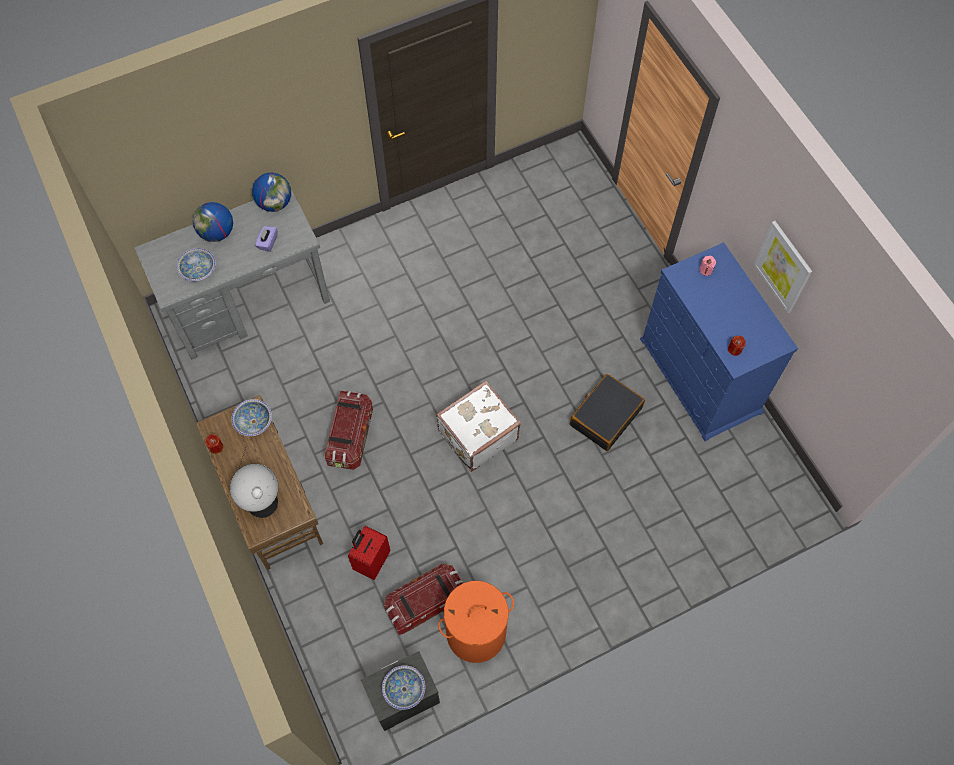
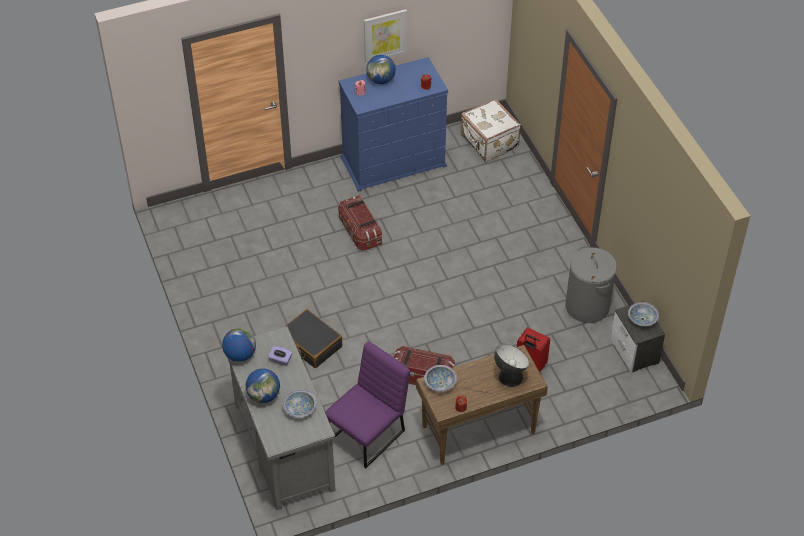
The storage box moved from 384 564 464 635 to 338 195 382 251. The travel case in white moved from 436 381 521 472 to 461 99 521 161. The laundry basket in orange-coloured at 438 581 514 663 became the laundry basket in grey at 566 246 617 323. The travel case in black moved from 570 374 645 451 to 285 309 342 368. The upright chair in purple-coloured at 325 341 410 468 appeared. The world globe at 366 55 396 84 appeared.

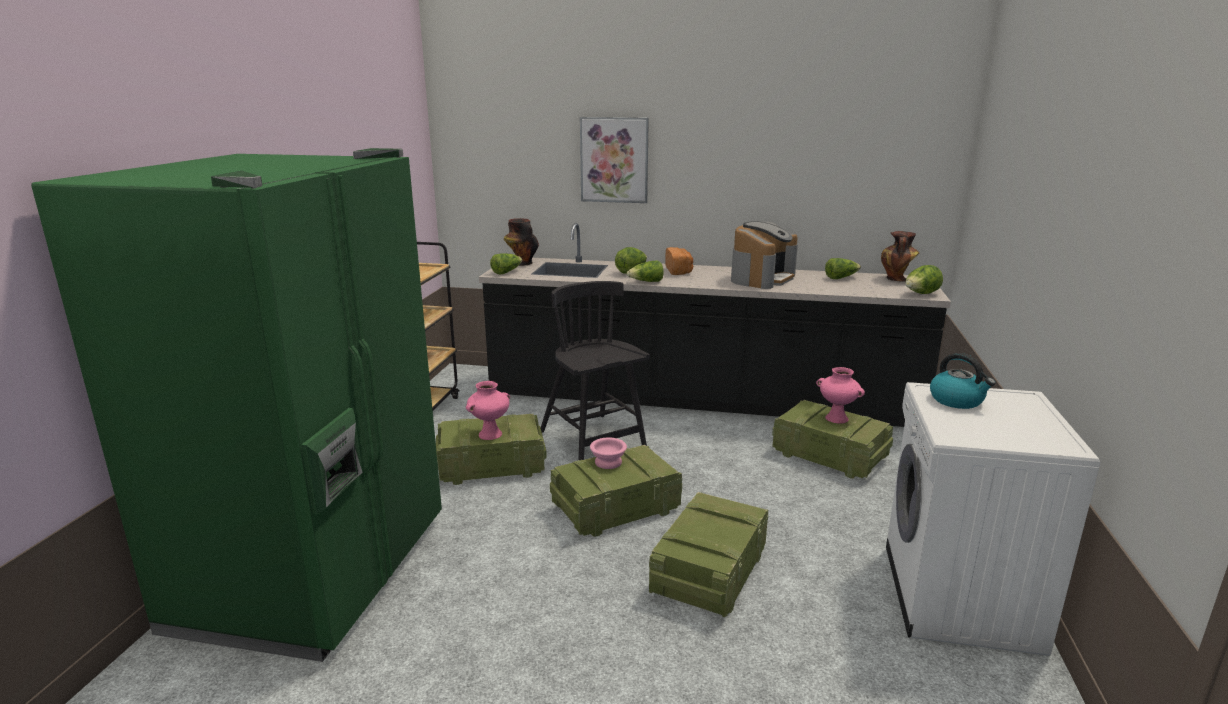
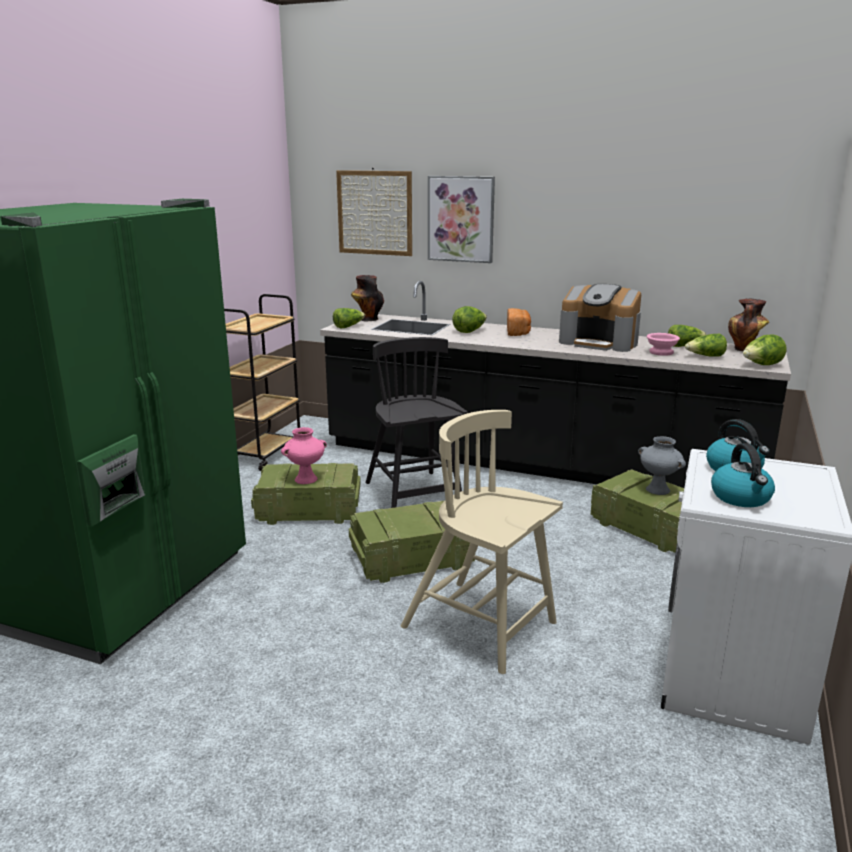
The serving bowl in pink moved from 590 437 627 469 to 647 333 680 356. The lettuce moved from 627 261 664 282 to 685 334 727 357. The crate at 649 492 768 617 was replaced by the upright chair in beige at 401 410 563 674. The coffee maker at 731 221 798 289 turned 75 degrees clockwise. The decorative vase in pink at 816 367 865 424 became the decorative vase in grey at 638 436 686 495. The wall picture at 336 168 412 256 appeared. The water kettle at 711 443 775 507 appeared.

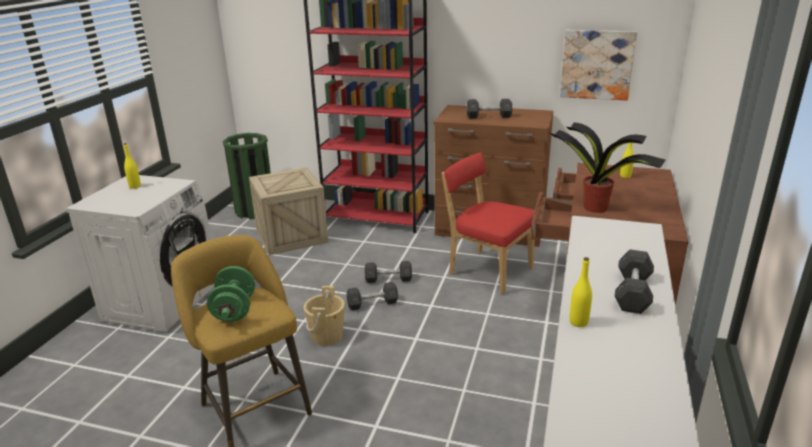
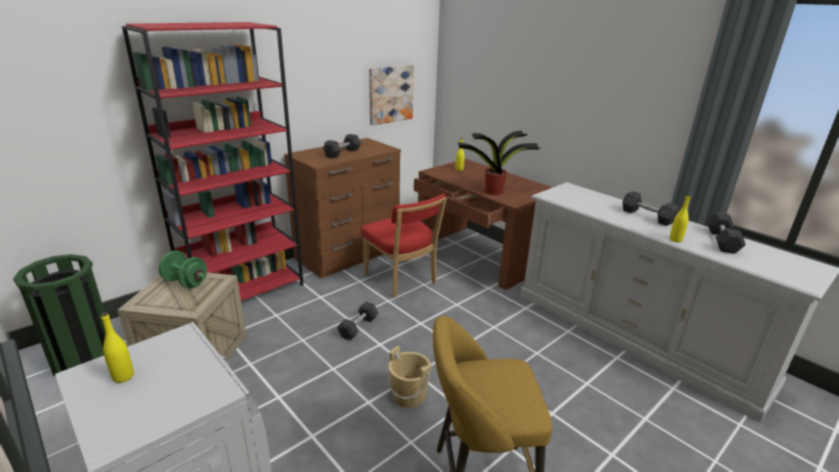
The dumbbell in green moved from 207 266 255 322 to 159 251 207 288. The dumbbell in grey moved from 346 282 398 310 to 706 212 746 254. The upright chair in reddish at 441 152 535 294 turned 105 degrees counterclockwise.

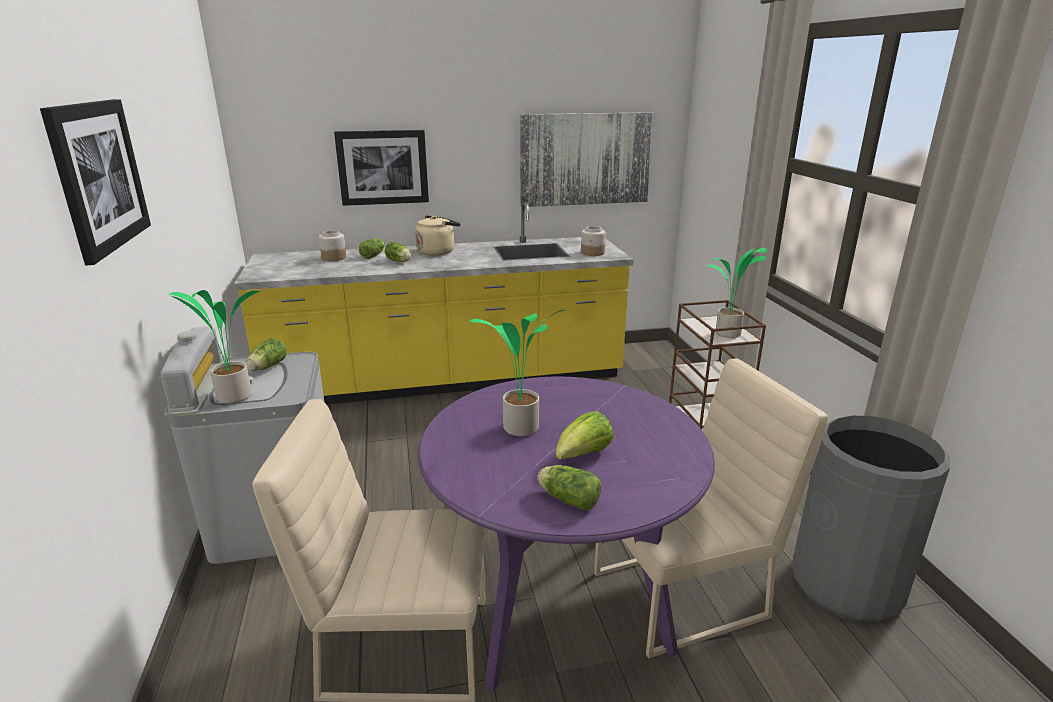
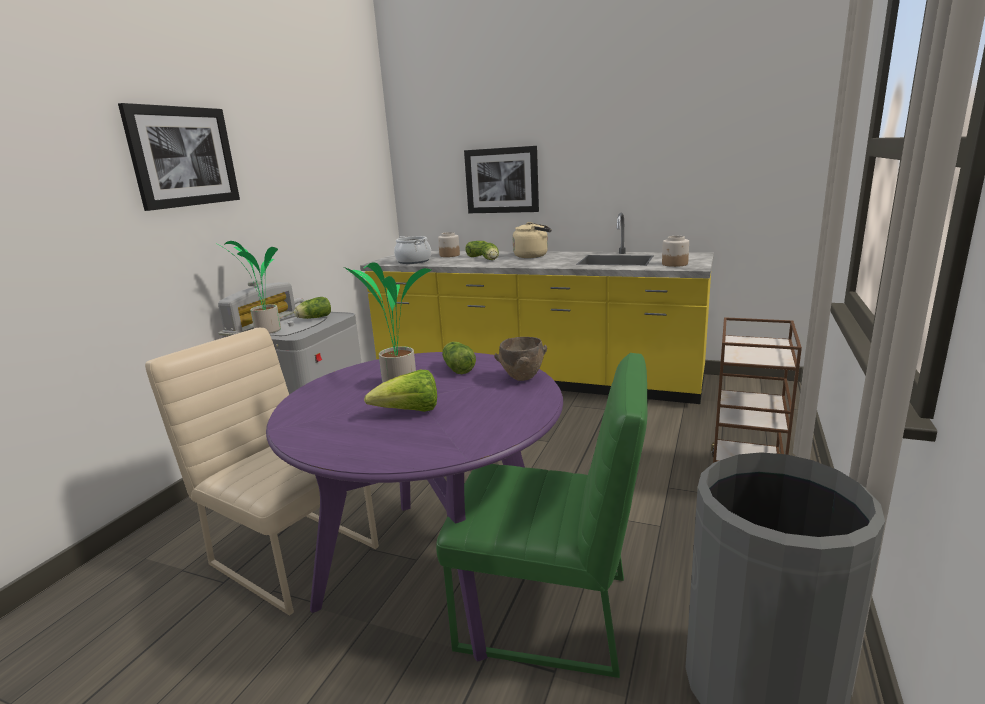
The wall picture at 520 112 654 207 disappeared. The lettuce moved from 537 465 601 510 to 442 342 476 374. The upright chair in beige at 594 359 828 658 became the upright chair in green at 436 353 648 678. The plant in a pot at 705 247 767 338 disappeared. The stockpot at 394 236 431 264 appeared. The serving bowl in brown at 494 337 547 381 appeared.

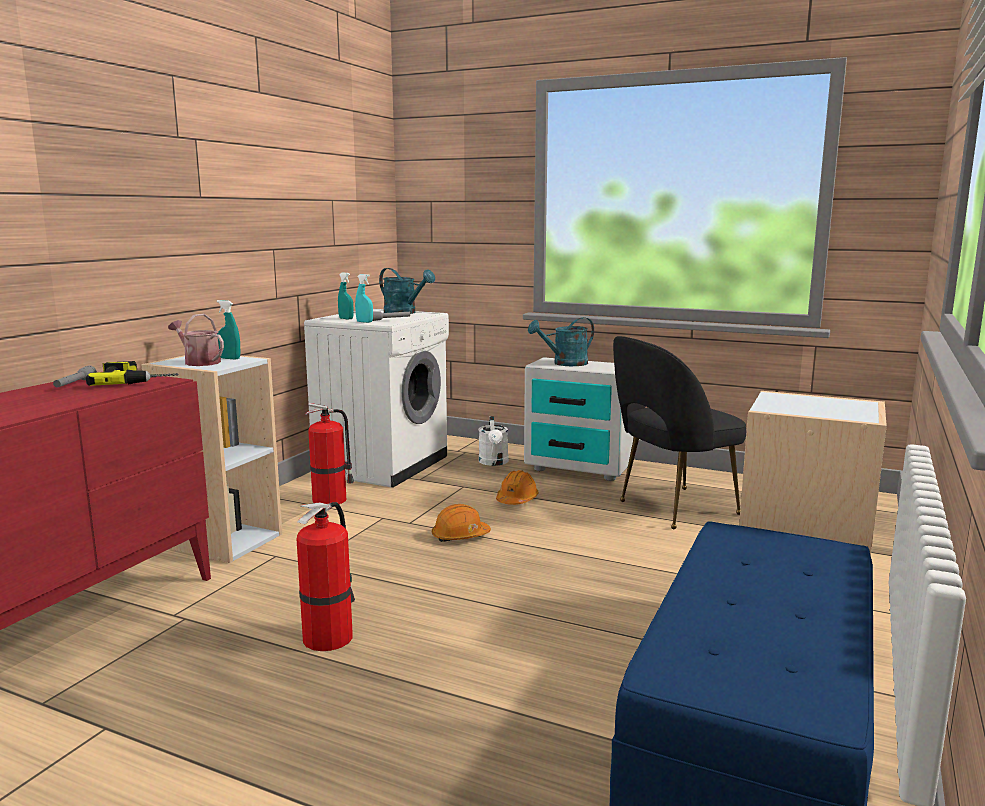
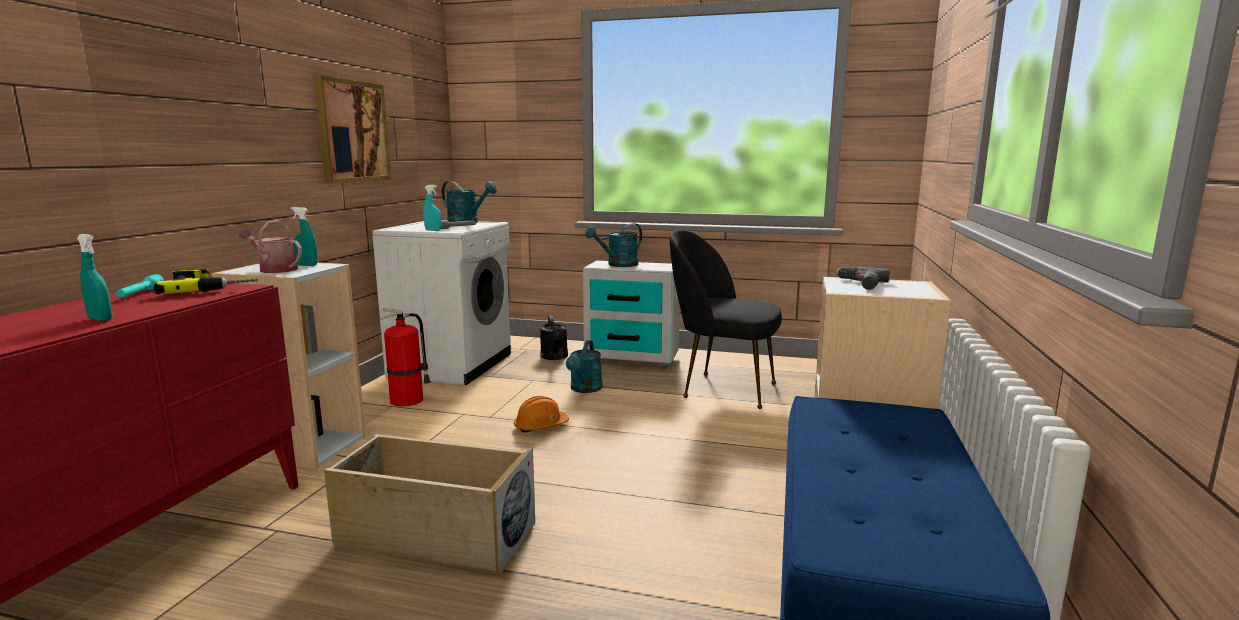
The hand torch in grey at 53 365 97 388 became the hand torch in blue-green at 116 274 164 297. The fire-fighting cylinder at 296 502 355 651 was replaced by the storage box in beige at 324 434 535 576. The hand sprayer in blue-green moved from 338 273 353 320 to 77 234 112 321. The watering can in white at 479 416 509 466 became the watering can in black at 540 316 568 360. The safety helmet in orange-coloured at 496 470 539 505 was replaced by the watering can in blue-green at 566 340 602 393. The upright chair in black at 613 336 746 529 turned 60 degrees clockwise. The wall picture at 314 75 391 183 appeared. The power drill at 836 267 890 290 appeared.

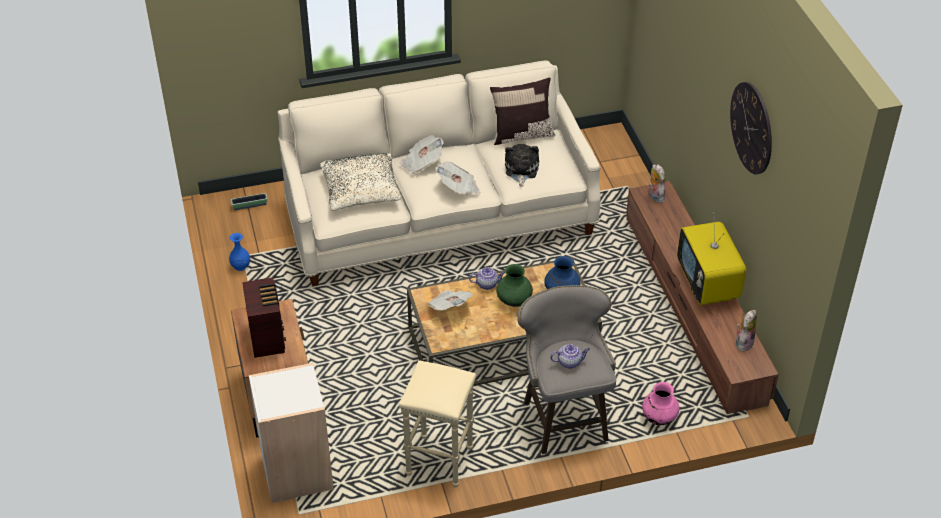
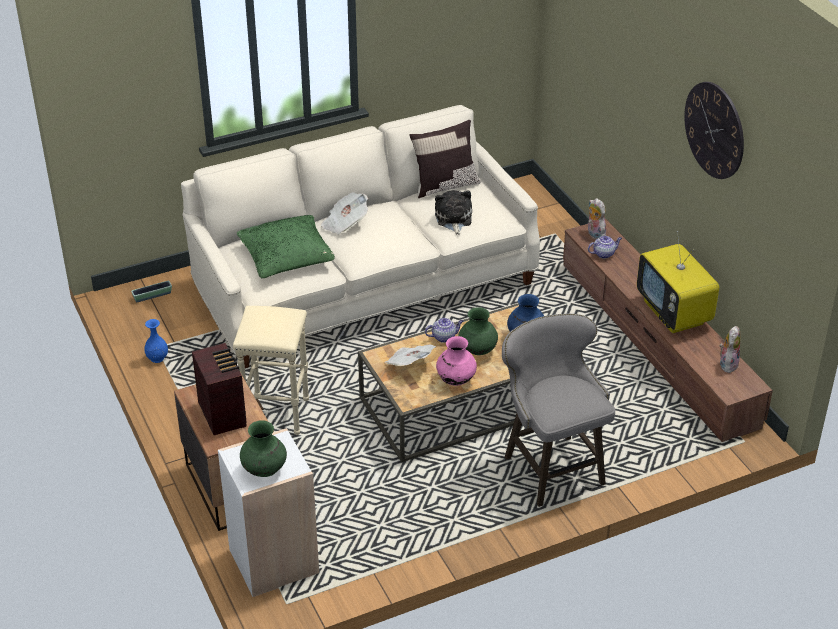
The throw pillow in beige at 320 153 402 211 became the throw pillow in green at 237 215 335 278. The stool in beige moved from 399 360 476 488 to 233 306 309 435. The printed paper at 435 162 481 195 disappeared. The teapot moved from 550 344 590 369 to 588 236 622 259. The decorative vase in pink moved from 642 382 679 425 to 436 336 477 386. The decorative vase in green at 240 420 287 477 appeared.

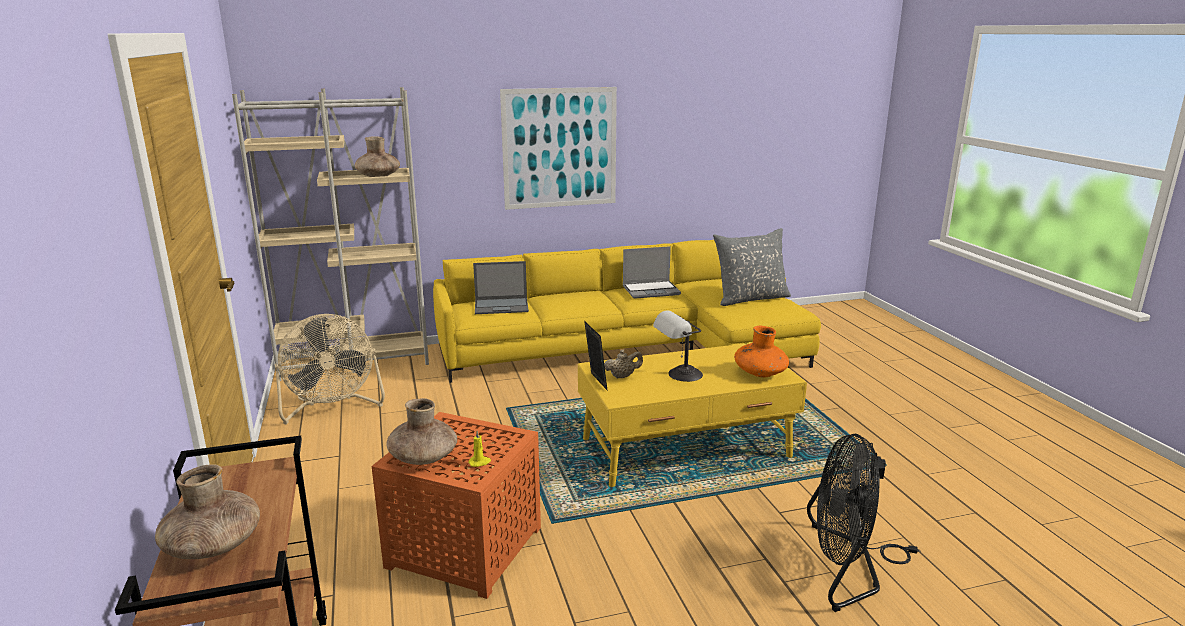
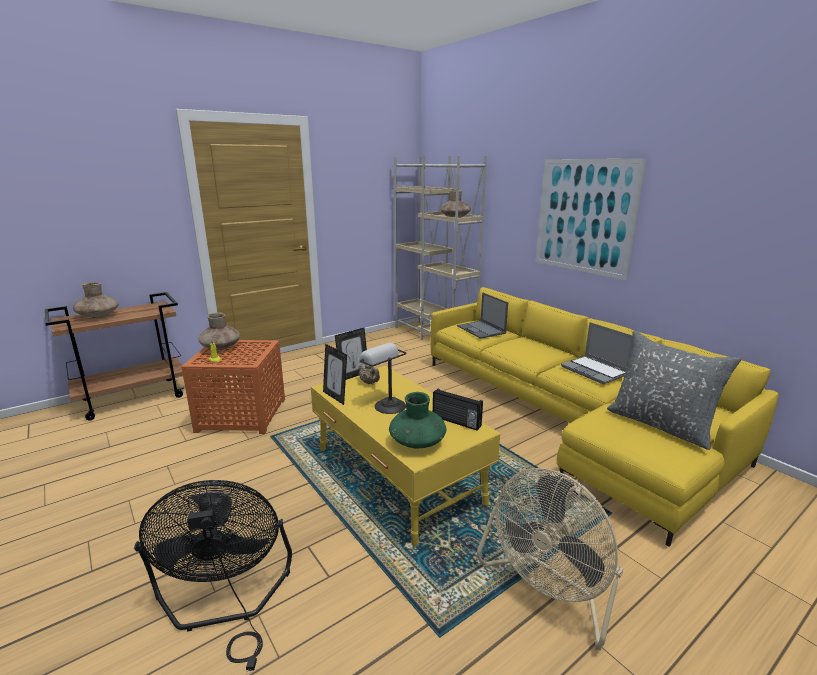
The fan in beige moved from 275 314 385 424 to 477 468 623 651. The decorative vase in orange-coloured at 734 326 789 377 became the decorative vase in green at 389 392 446 449. The picture frame at 323 344 347 405 appeared. The radio receiver at 433 388 483 431 appeared.

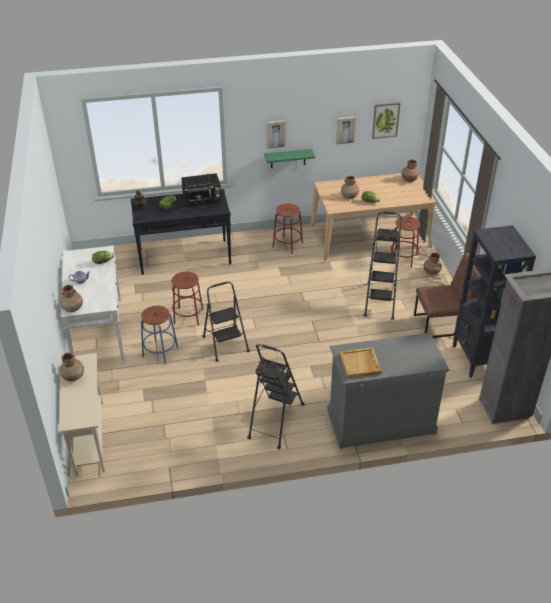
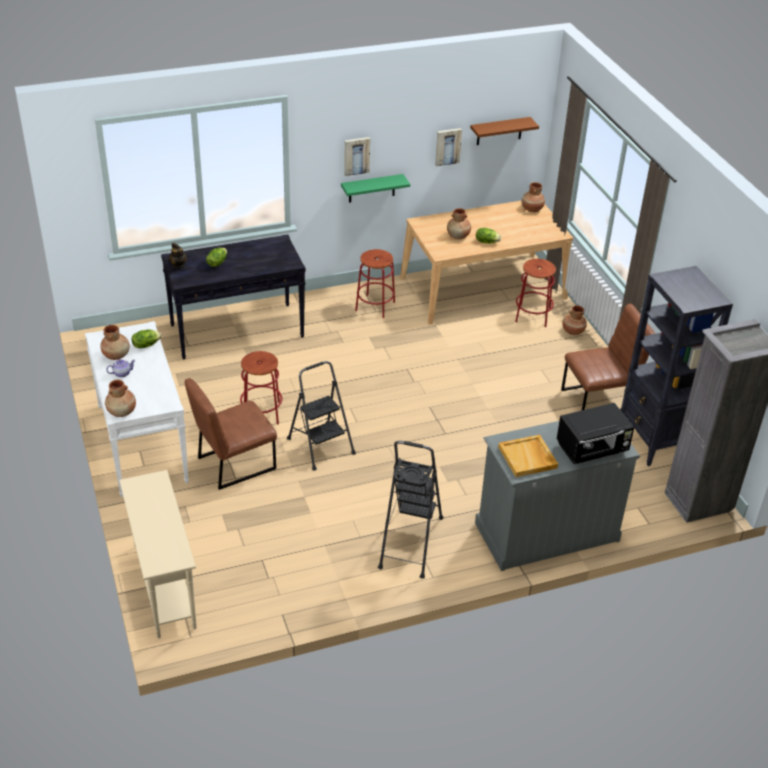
The decorative vase in brown moved from 60 353 84 381 to 101 325 130 360. The stool in blue-coloured at 141 306 178 364 was replaced by the upright chair in brown at 185 378 277 490. The kitchen microwave in black moved from 181 173 221 206 to 557 403 634 464. The stepladder at 364 211 402 320 disappeared. The wall picture at 372 102 400 139 was replaced by the shelf in brown at 470 117 539 145.

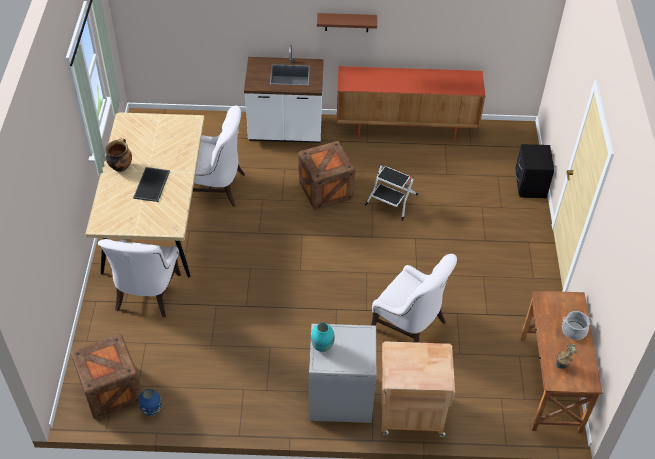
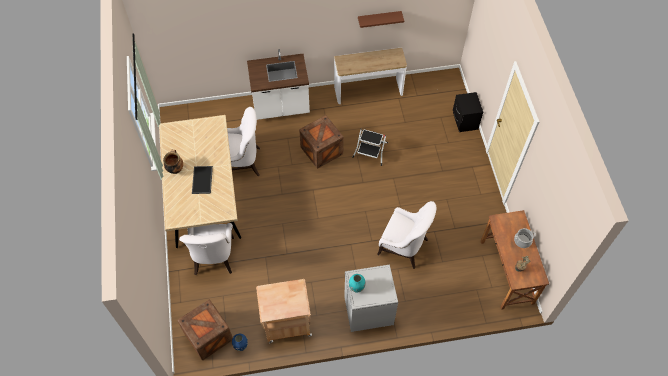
The shelf in brown moved from 317 13 377 32 to 358 11 404 28. The storage cabinet at 336 66 485 141 was replaced by the console table at 334 47 407 104. The wheeled cart in brown moved from 381 341 455 437 to 256 279 312 343.

